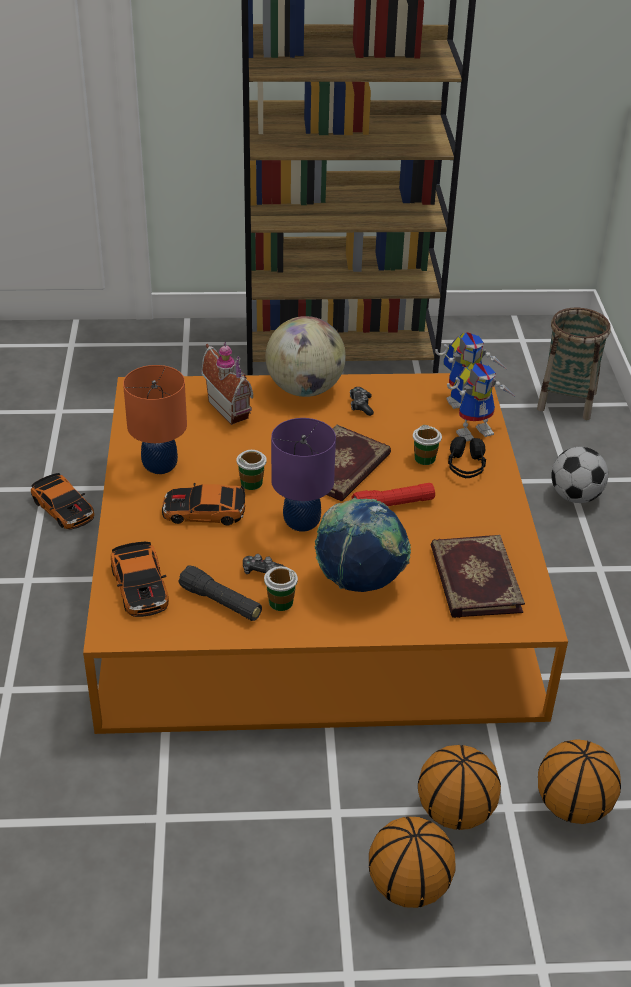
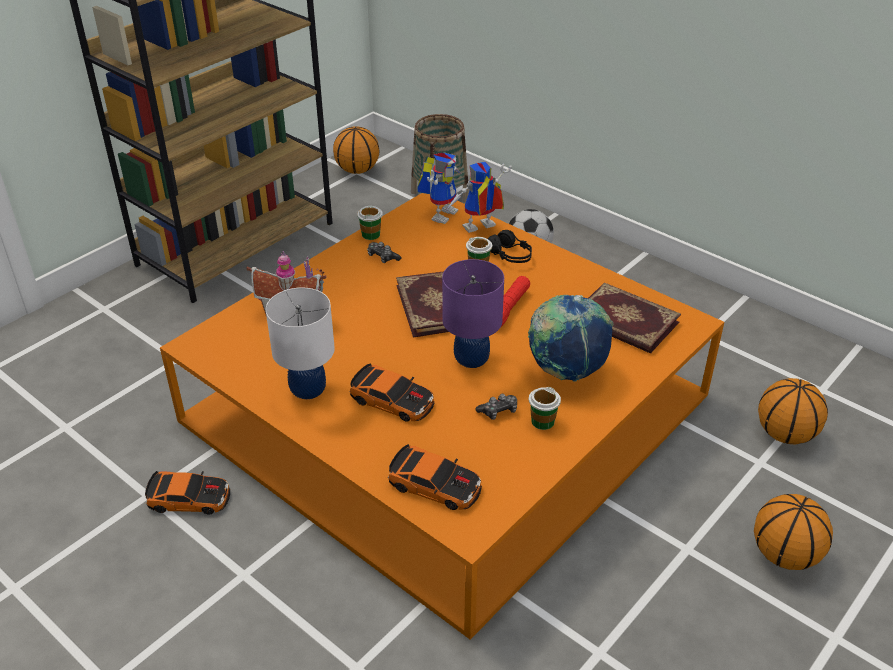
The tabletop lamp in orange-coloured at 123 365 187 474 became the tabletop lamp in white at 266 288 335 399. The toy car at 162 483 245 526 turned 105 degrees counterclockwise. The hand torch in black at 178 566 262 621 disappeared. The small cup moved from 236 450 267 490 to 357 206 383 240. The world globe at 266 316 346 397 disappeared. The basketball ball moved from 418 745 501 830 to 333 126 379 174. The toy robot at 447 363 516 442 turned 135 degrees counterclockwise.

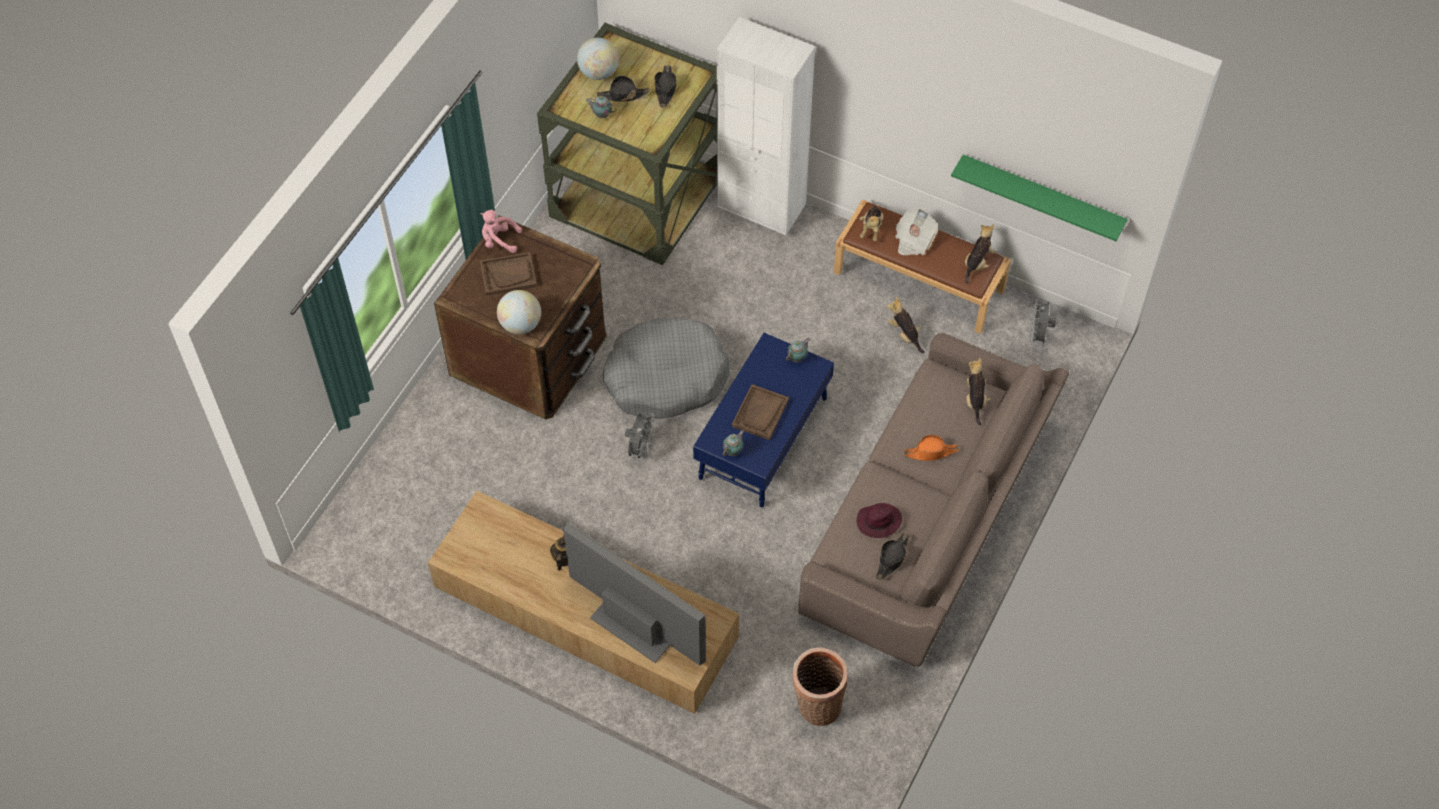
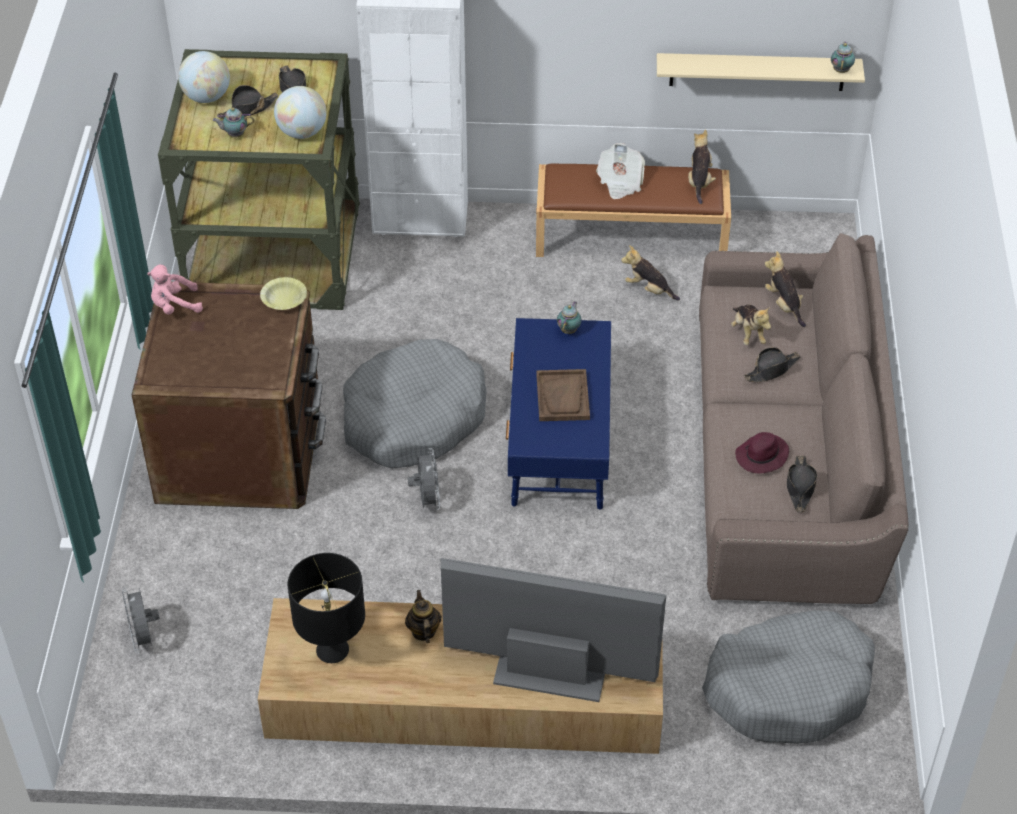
The tray in brown at 480 252 537 296 disappeared. The world globe moved from 497 290 541 334 to 274 86 326 139. The teapot moved from 723 430 744 456 to 831 41 855 73. The basket at 792 648 848 726 was replaced by the dog cushion in grey at 702 610 875 744. The plush toy moved from 859 206 883 241 to 731 305 771 345. The clothing hat in orange-coloured at 904 435 959 461 became the clothing hat in black at 744 347 800 382. The shelf in green at 951 155 1128 241 became the shelf in beige at 657 53 865 91. The fan in grey moved from 1030 297 1056 345 to 122 588 160 653. The serving bowl in yellow-coloured at 260 277 307 310 appeared. The tabletop lamp in black at 288 553 365 663 appeared.

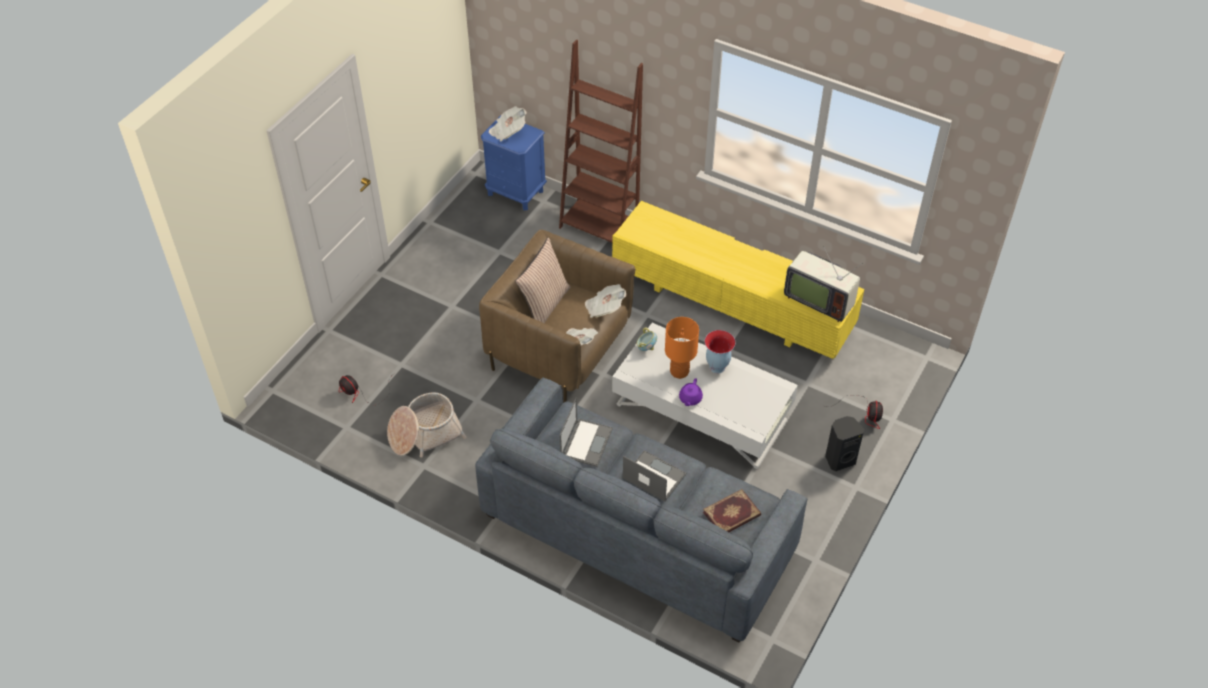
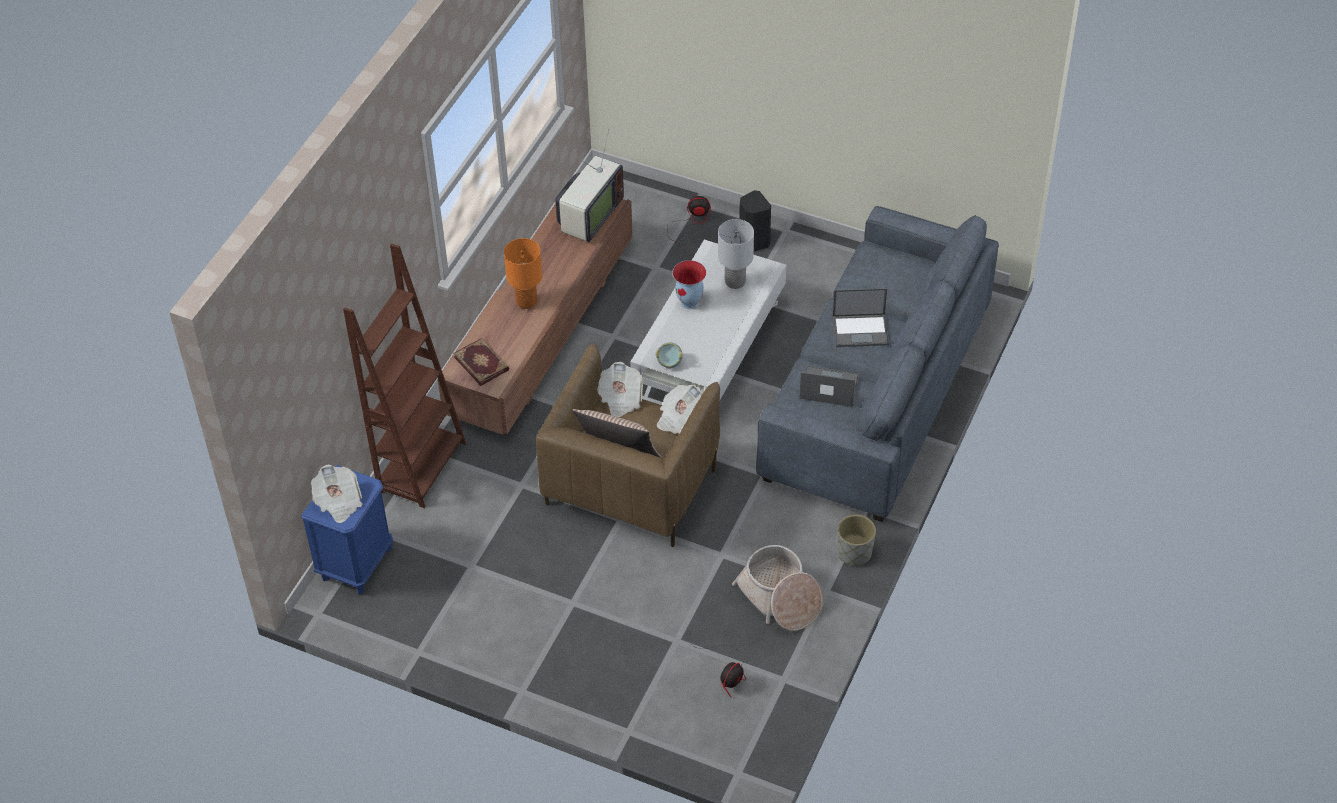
The tv unit in yellow-coloured at 612 201 865 359 became the tv unit in brown at 438 199 633 435. The notebook computer at 623 450 686 501 turned 120 degrees counterclockwise. The tabletop lamp in orange-coloured moved from 665 317 699 379 to 504 238 542 309. The teapot in purple-coloured at 679 378 703 406 disappeared. The bound book moved from 703 489 761 532 to 453 338 509 386. The tabletop lamp in grey at 718 219 754 289 appeared. The planter in grey at 837 515 876 566 appeared.

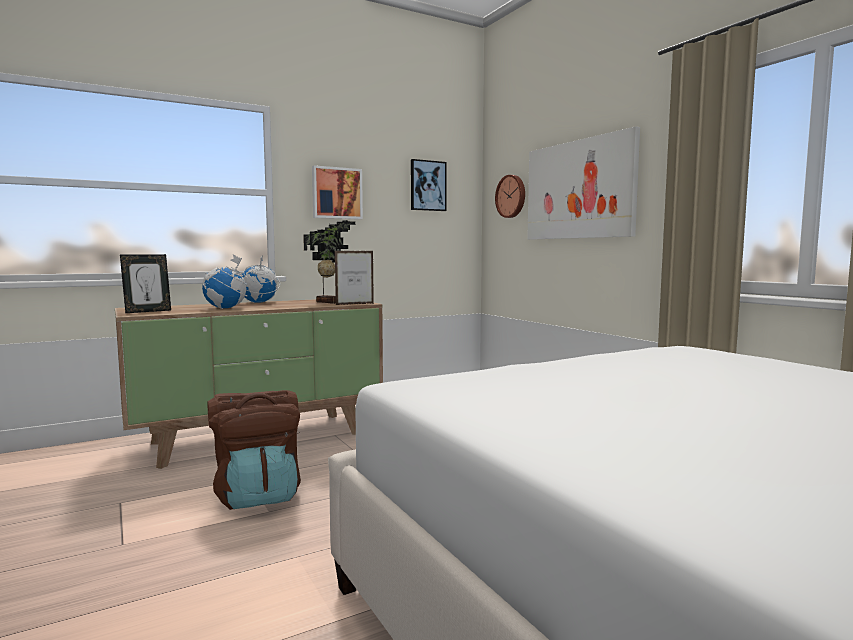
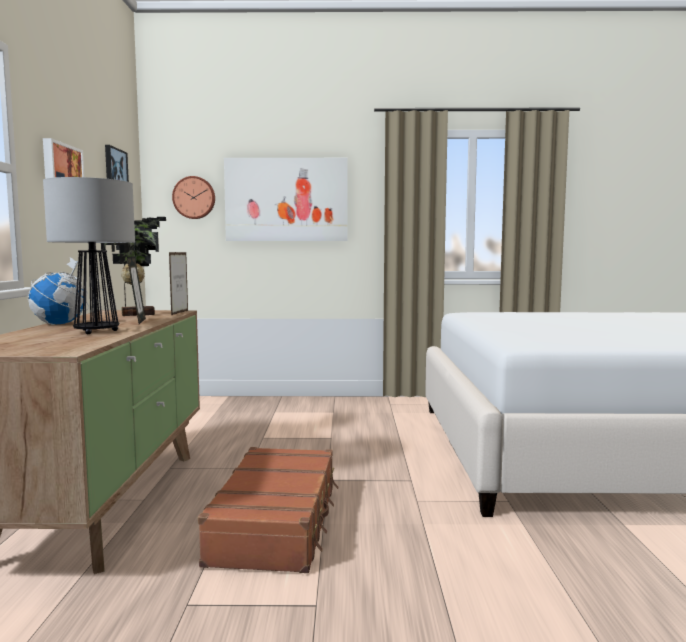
The picture frame moved from 120 254 171 313 to 127 256 146 324. The world globe at 202 255 248 309 was replaced by the tabletop lamp at 43 177 135 334. The knapsack in brown at 207 390 301 510 was replaced by the travel case in brown at 198 447 338 573.

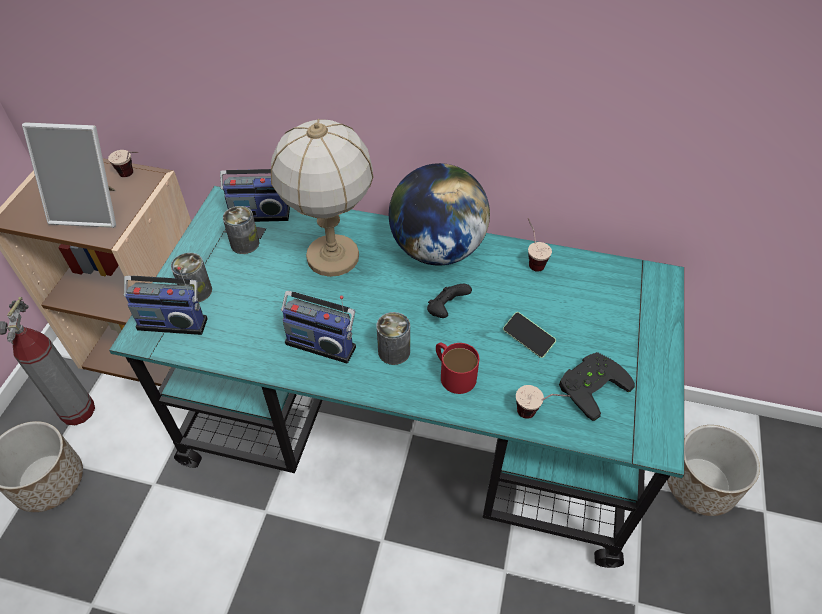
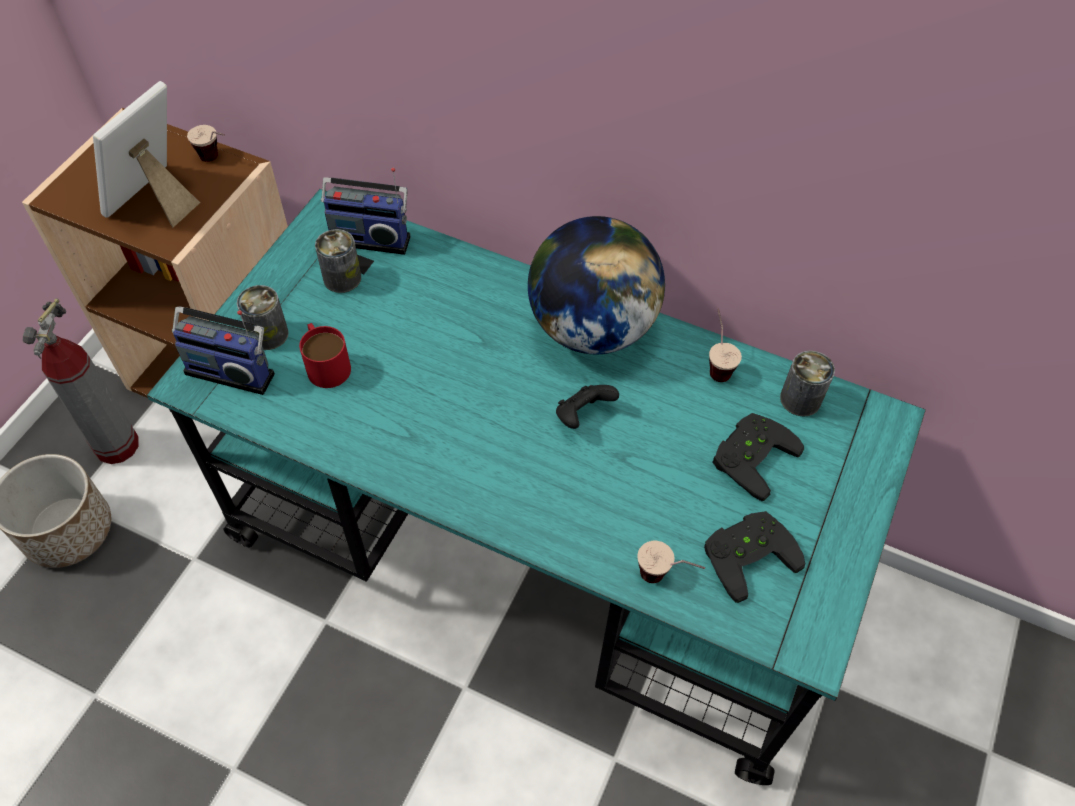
The picture frame at 22 122 116 228 turned 105 degrees clockwise. The tabletop lamp at 271 119 374 277 disappeared. The radio receiver at 281 291 356 363 disappeared. The metal can moved from 376 312 410 365 to 780 351 835 417. The tea mug in reddish moved from 436 342 479 394 to 299 323 351 388. The telephone at 503 312 556 358 disappeared. The planter at 667 425 760 516 disappeared. The gamepad in black at 712 413 804 501 appeared.

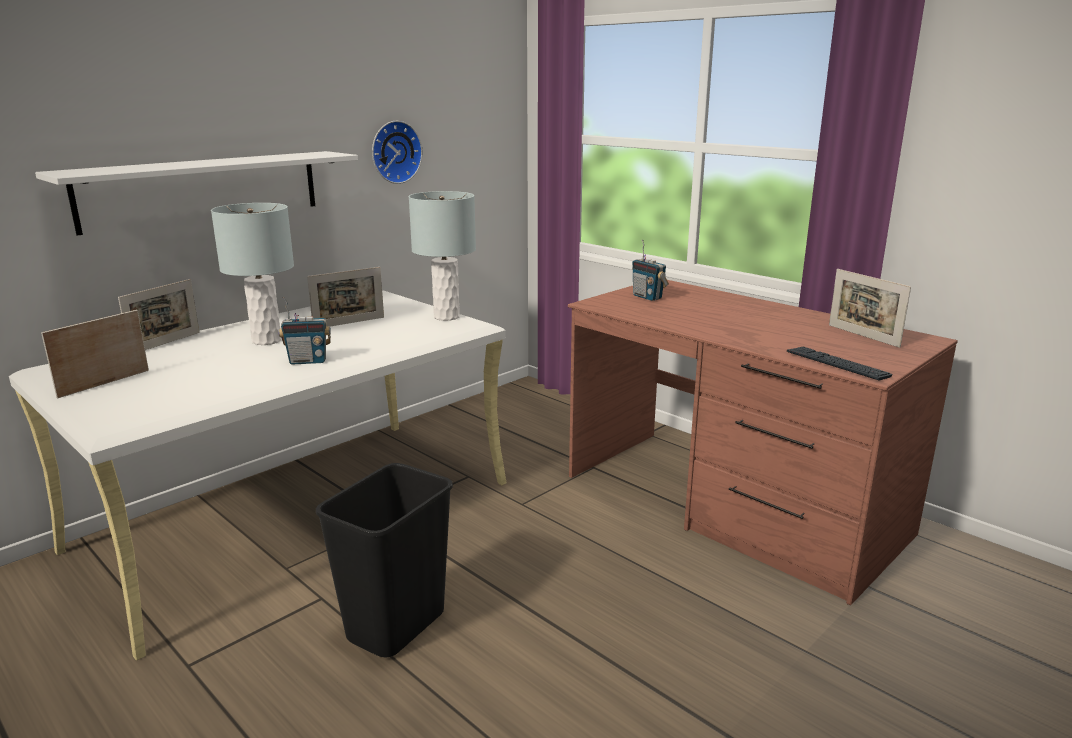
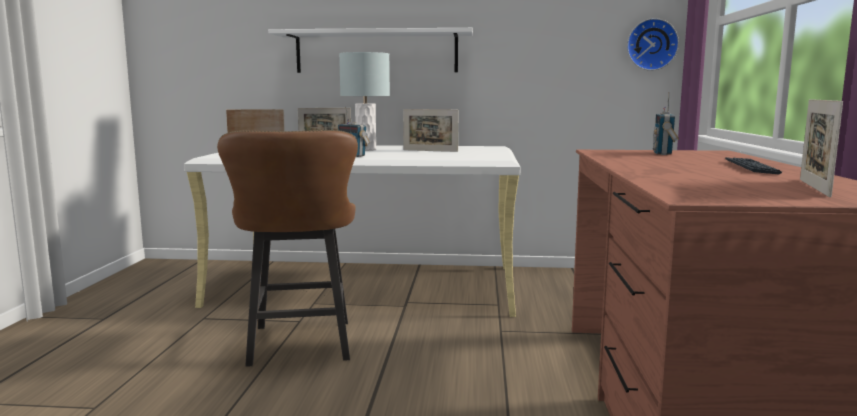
The trash can in black at 316 463 453 657 was replaced by the stool in brown at 217 130 358 367. The hanging clock moved from 372 121 423 184 to 627 18 679 71. The tabletop lamp in grey at 409 191 476 321 disappeared. The keyboard moved from 787 347 892 381 to 725 157 782 174.

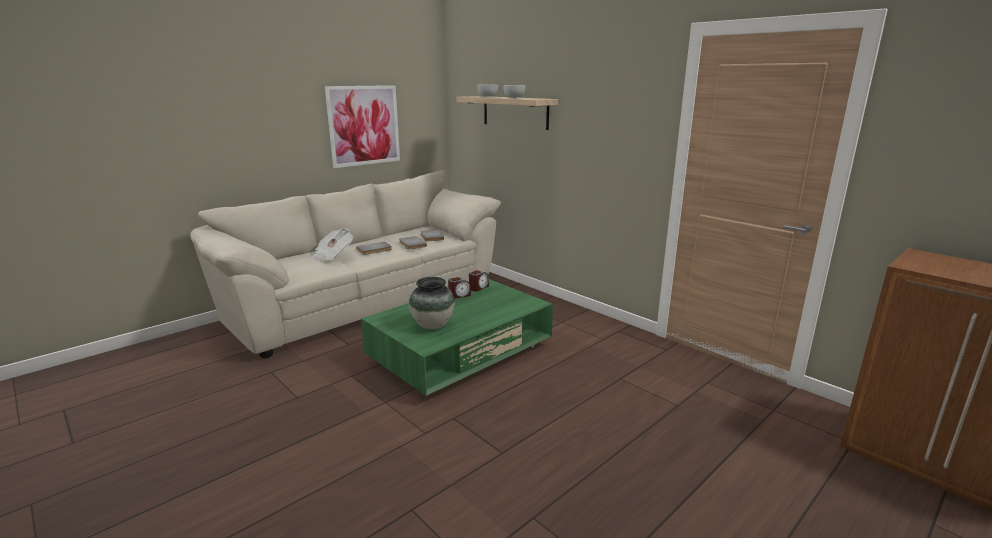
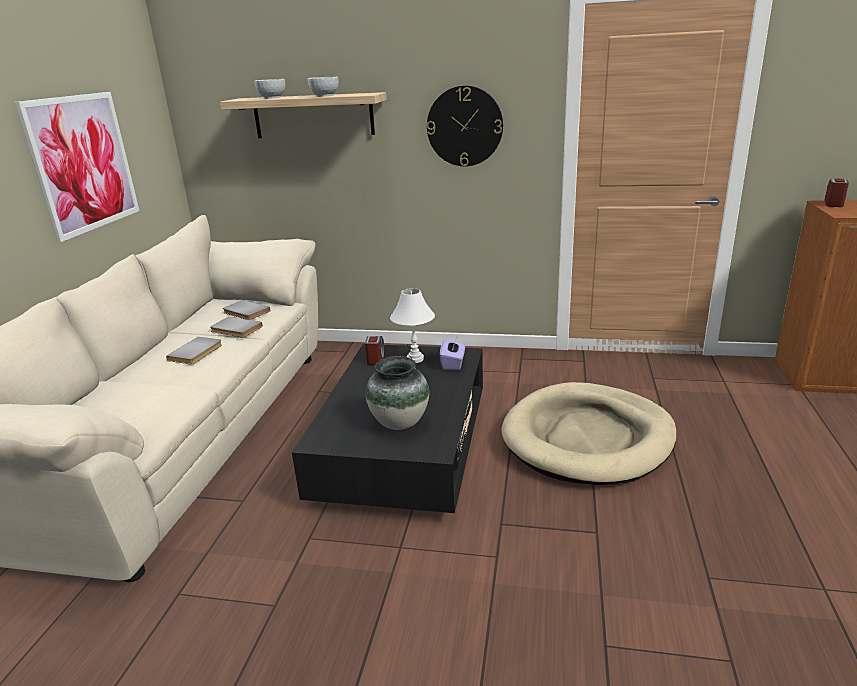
The printed paper at 311 228 353 261 disappeared. The coffee table in green at 361 279 553 396 became the coffee table in black at 292 344 483 513. The bedside clock moved from 448 277 471 299 to 824 178 849 207. The tabletop lamp in white at 390 288 435 363 appeared. The hanging clock at 427 86 503 166 appeared. The tissue box in purple-coloured at 440 339 465 370 appeared. The dog cushion in beige at 501 382 676 485 appeared.

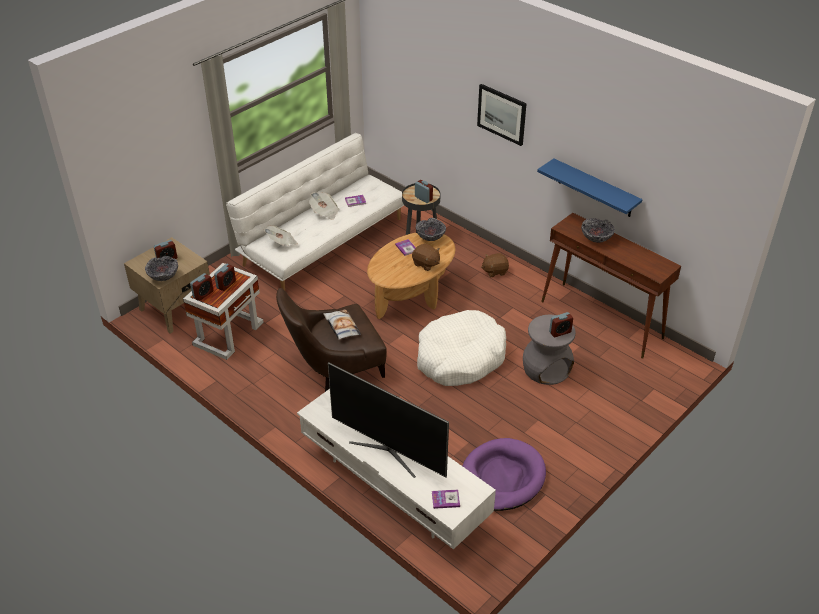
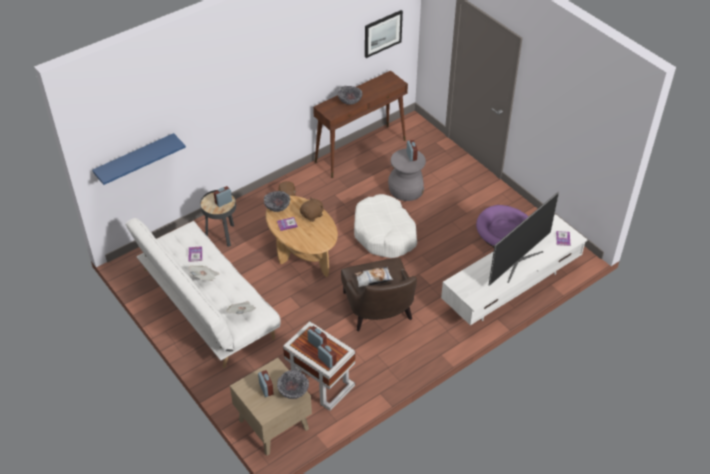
The wall picture moved from 477 84 527 146 to 365 10 403 58. The shelf in blue-coloured moved from 537 159 642 217 to 92 133 186 185.

